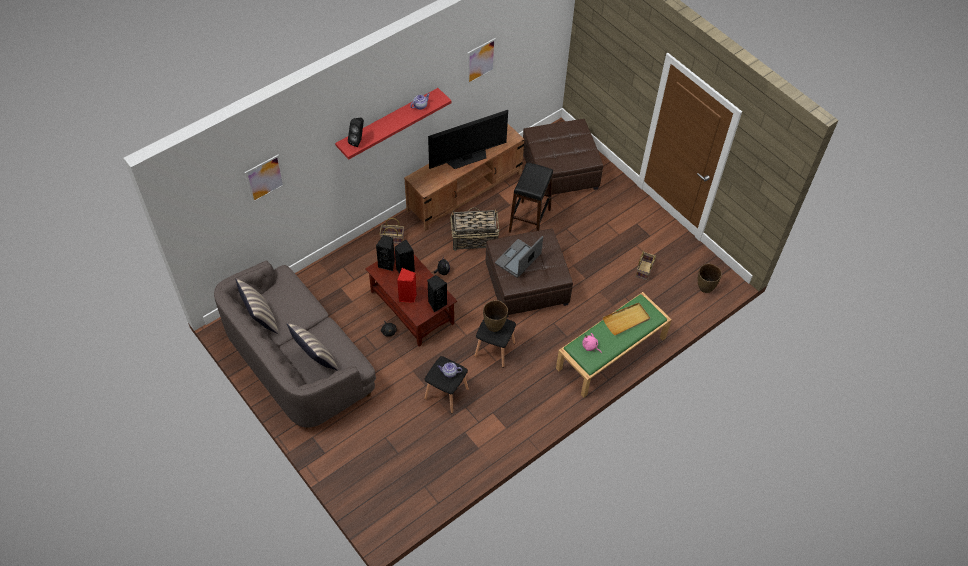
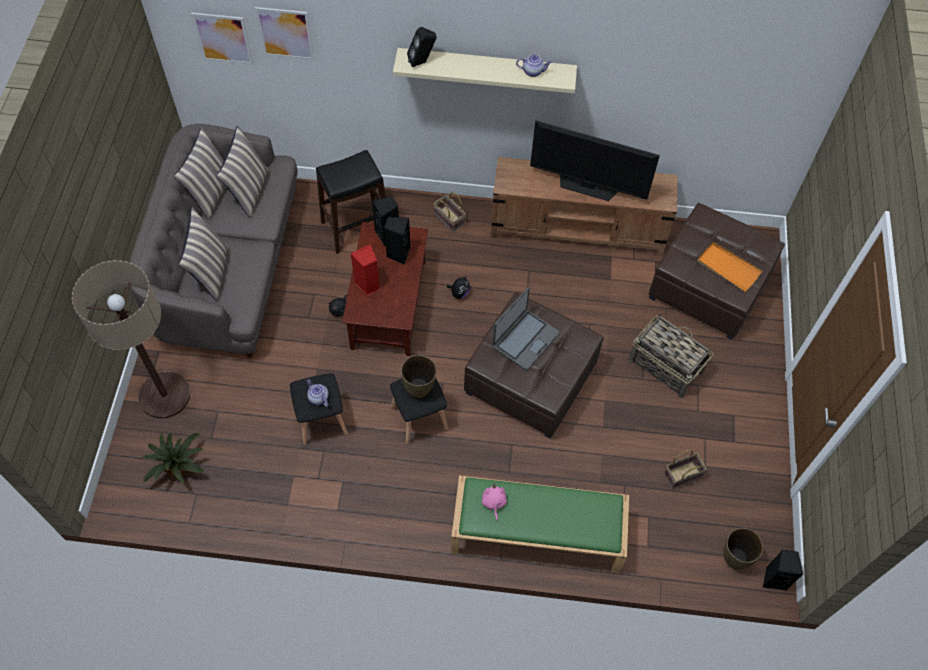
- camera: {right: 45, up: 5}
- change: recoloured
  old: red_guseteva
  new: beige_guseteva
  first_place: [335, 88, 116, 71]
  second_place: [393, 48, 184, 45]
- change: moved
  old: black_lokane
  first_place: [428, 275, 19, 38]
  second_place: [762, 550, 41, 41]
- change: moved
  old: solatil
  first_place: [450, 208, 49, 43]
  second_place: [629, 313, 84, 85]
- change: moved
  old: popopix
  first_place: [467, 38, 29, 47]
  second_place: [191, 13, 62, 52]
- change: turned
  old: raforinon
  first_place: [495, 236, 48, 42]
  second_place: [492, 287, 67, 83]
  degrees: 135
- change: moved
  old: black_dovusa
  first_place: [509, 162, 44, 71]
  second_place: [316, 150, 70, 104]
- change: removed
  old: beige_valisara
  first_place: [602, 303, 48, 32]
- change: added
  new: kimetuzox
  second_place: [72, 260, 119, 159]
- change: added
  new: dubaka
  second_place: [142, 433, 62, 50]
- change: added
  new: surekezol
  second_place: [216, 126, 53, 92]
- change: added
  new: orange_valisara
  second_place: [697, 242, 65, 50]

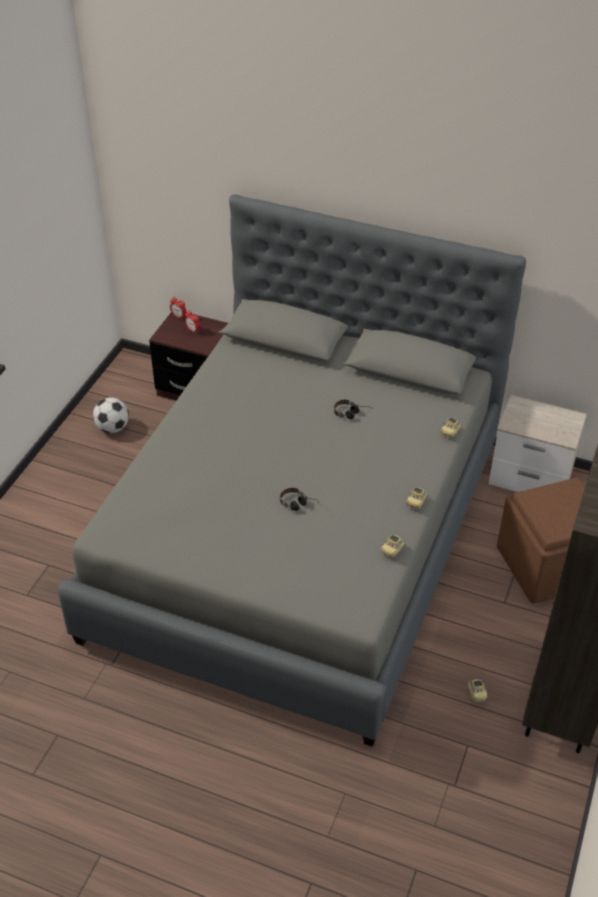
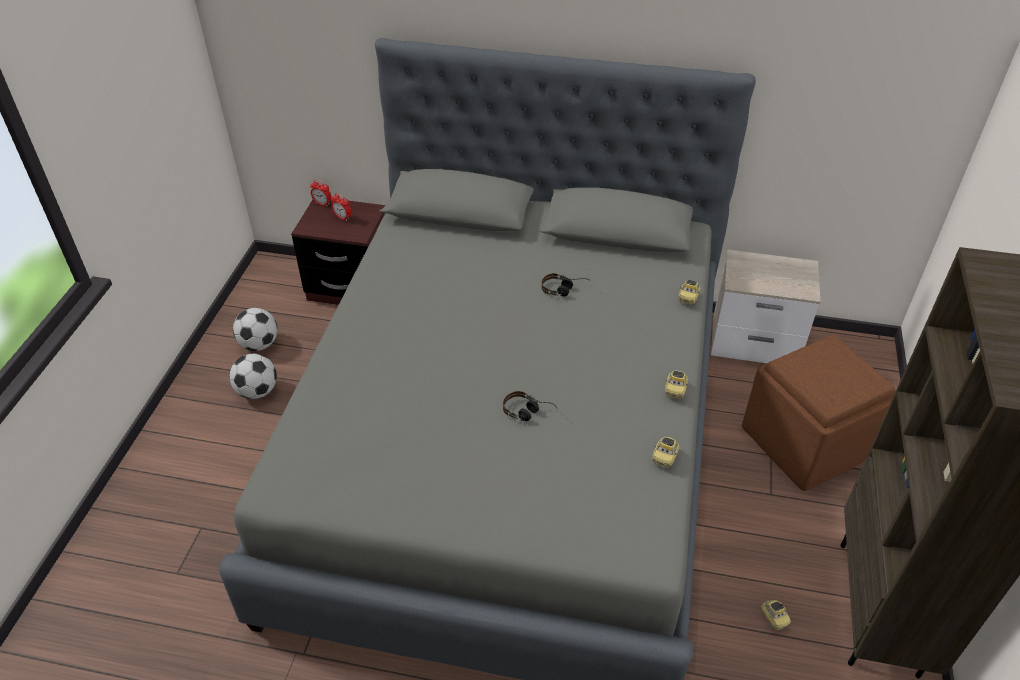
- camera: {right: -10, up: 0}
- change: added
  new: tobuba
  second_place: [229, 354, 48, 45]

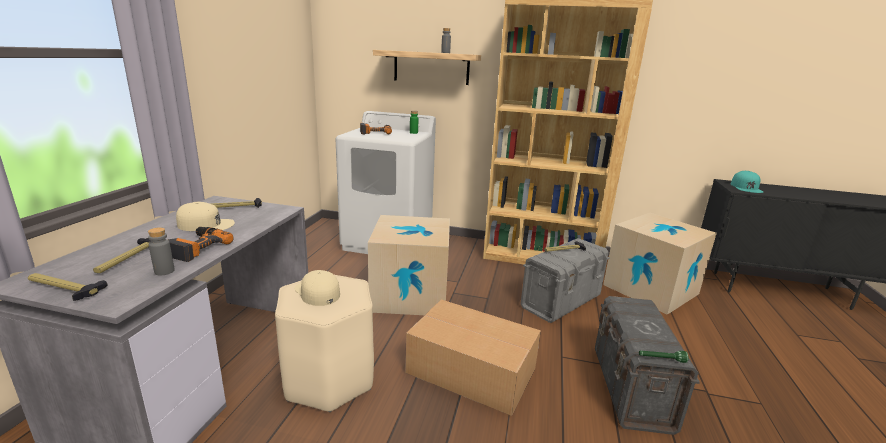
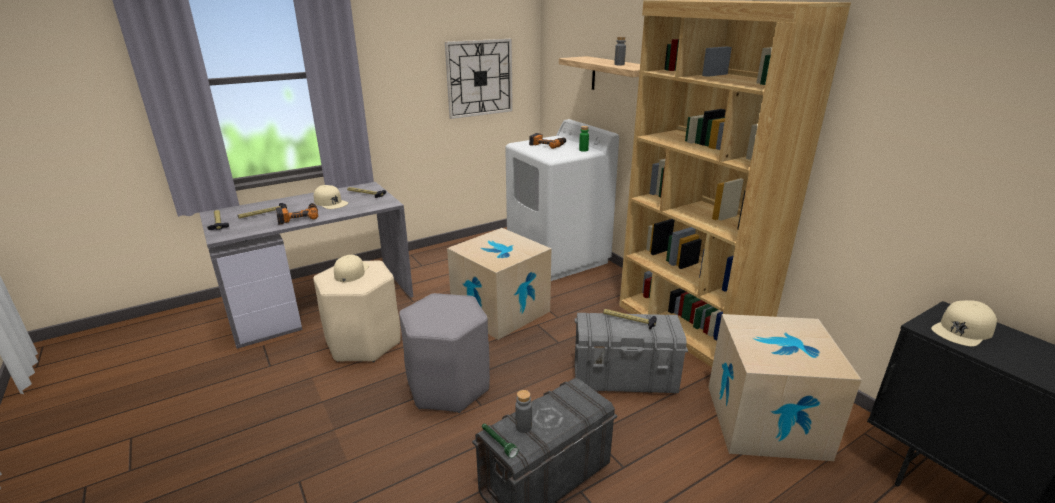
- camera: {right: 45, up: 5}
- change: moved
  old: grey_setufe
  first_place: [148, 227, 27, 49]
  second_place: [515, 390, 17, 43]
- change: replaced
  old: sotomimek
  new: grey_dovusa
  first_place: [405, 299, 136, 117]
  second_place: [399, 293, 91, 120]
- change: recoloured
  old: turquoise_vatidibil
  new: beige_vatidibil
  first_place: [731, 171, 32, 22]
  second_place: [931, 300, 66, 47]
- change: added
  new: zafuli
  second_place: [445, 39, 68, 80]

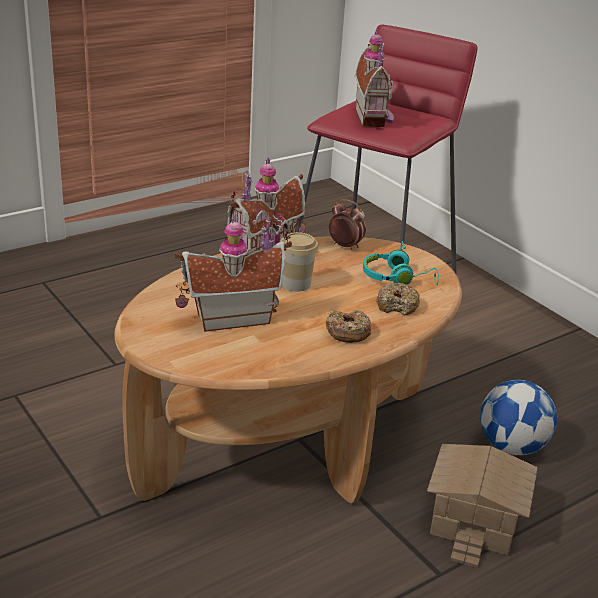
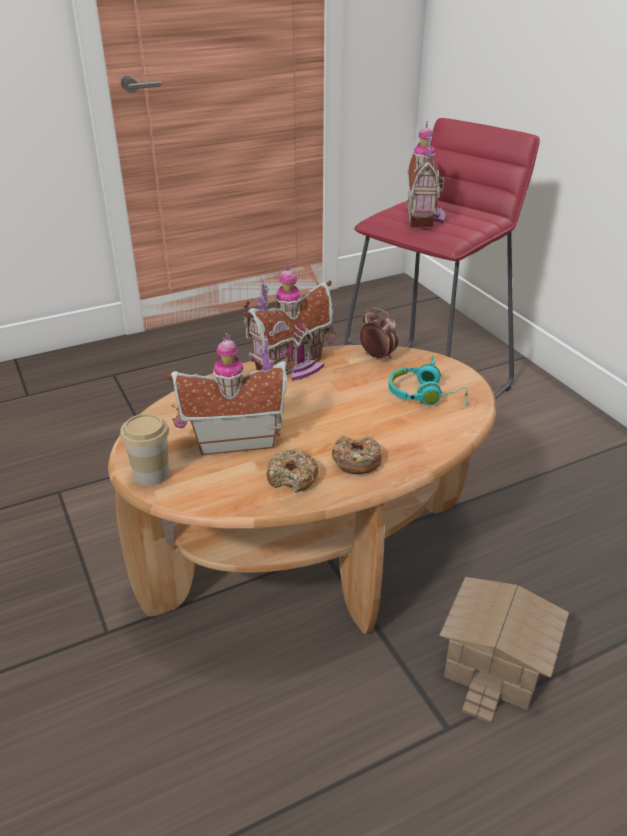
- camera: {right: 10, up: 5}
- change: moved
  old: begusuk
  first_place: [280, 232, 38, 60]
  second_place: [120, 414, 49, 72]
- change: moved
  old: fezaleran
  first_place: [376, 283, 44, 32]
  second_place: [266, 449, 52, 43]
- change: removed
  old: tobuba
  first_place: [480, 380, 77, 75]

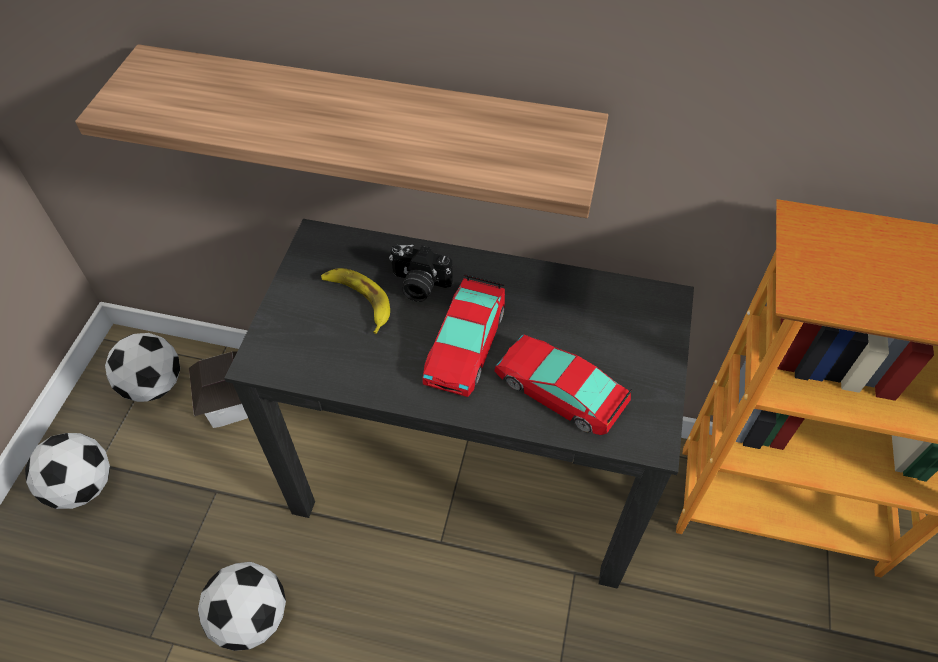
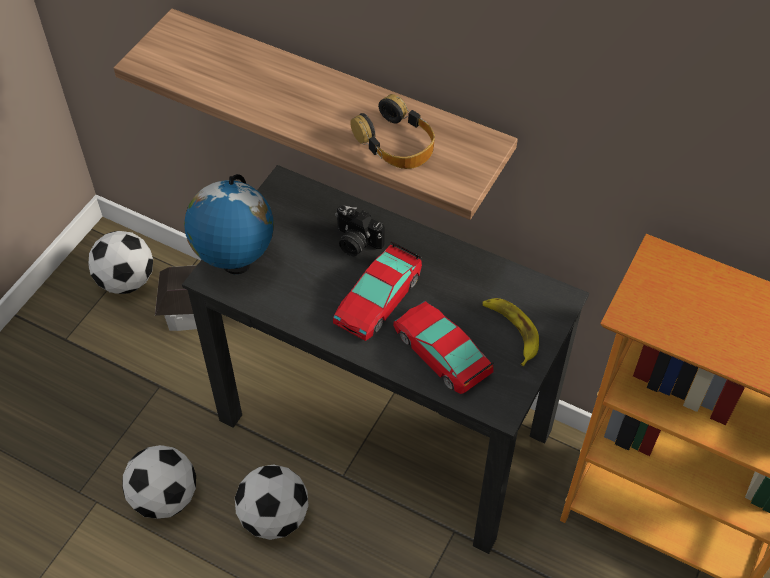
- camera: {right: 15, up: 0}
- change: moved
  old: tobuba
  first_place: [25, 433, 85, 76]
  second_place: [235, 464, 74, 76]
- change: moved
  old: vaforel
  first_place: [321, 268, 69, 66]
  second_place: [482, 298, 57, 68]
- change: added
  new: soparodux
  second_place: [184, 174, 90, 100]
- change: added
  new: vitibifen
  second_place: [350, 94, 85, 75]

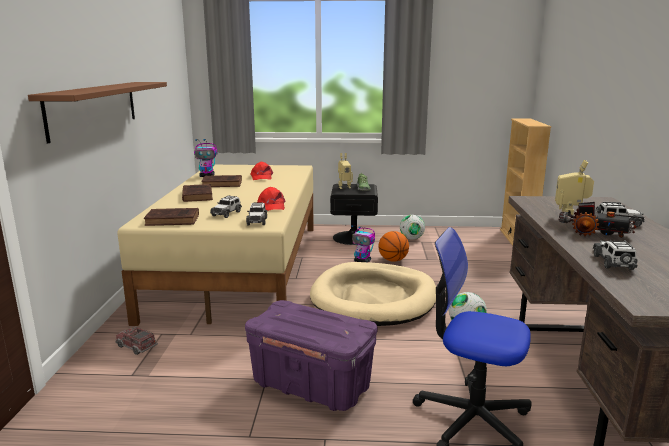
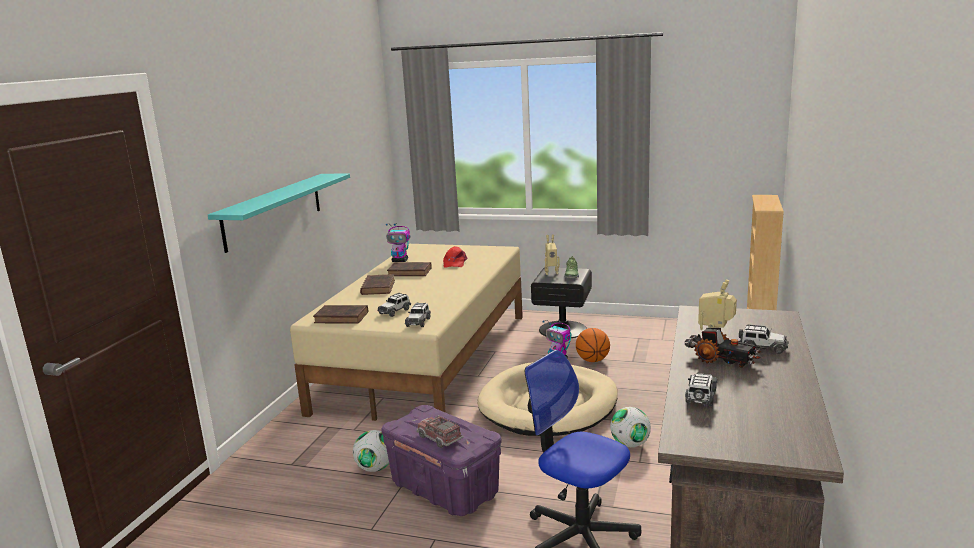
- camera: {right: 15, up: 0}
- change: recoloured
  old: brown_guseteva
  new: turquoise_guseteva
  first_place: [28, 82, 139, 61]
  second_place: [208, 174, 142, 79]
- change: moved
  old: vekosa
  first_place: [115, 327, 43, 28]
  second_place: [417, 415, 46, 33]
- change: removed
  old: red_vatidibil
  first_place: [257, 187, 29, 24]
- change: moved
  old: tobuba
  first_place: [400, 215, 25, 25]
  second_place: [353, 430, 36, 42]

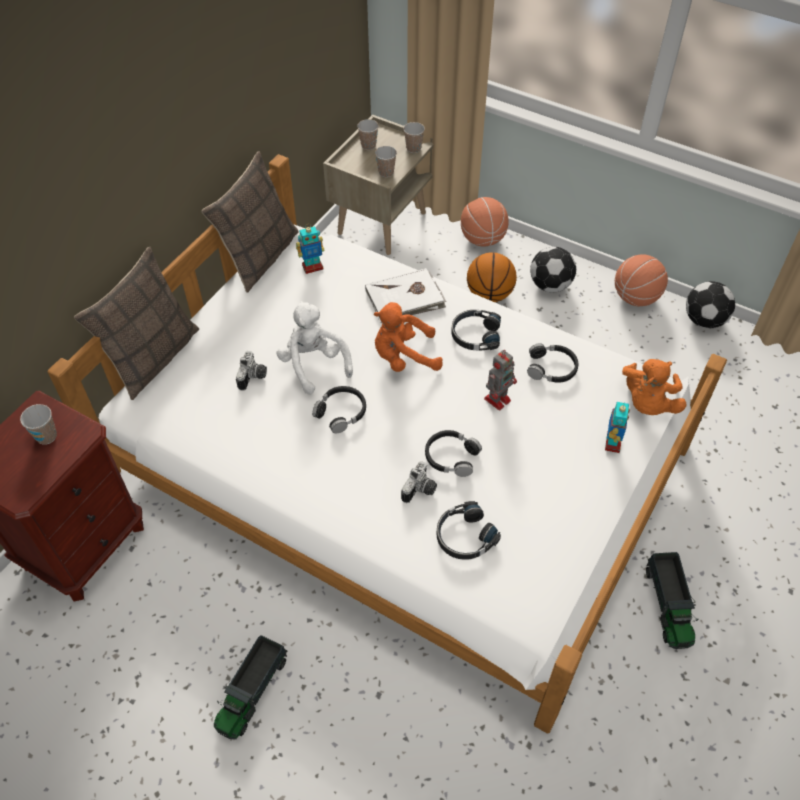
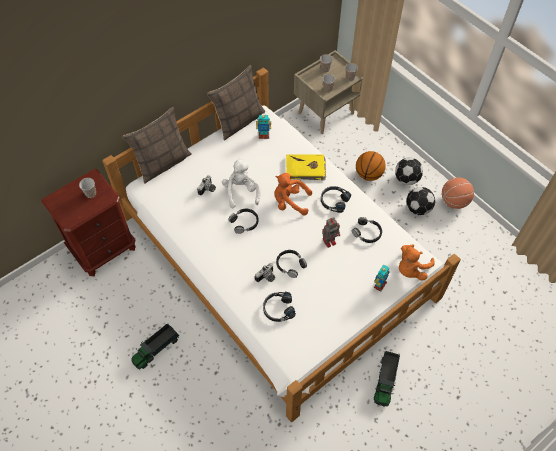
- camera: {right: 20, up: 5}
- change: recoloured
  old: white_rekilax
  new: yellow_rekilax
  first_place: [365, 268, 81, 55]
  second_place: [286, 154, 40, 26]
- change: removed
  old: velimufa
  first_place: [461, 197, 48, 49]
- change: moved
  old: tobuba
  first_place: [686, 281, 49, 47]
  second_place: [406, 187, 29, 28]

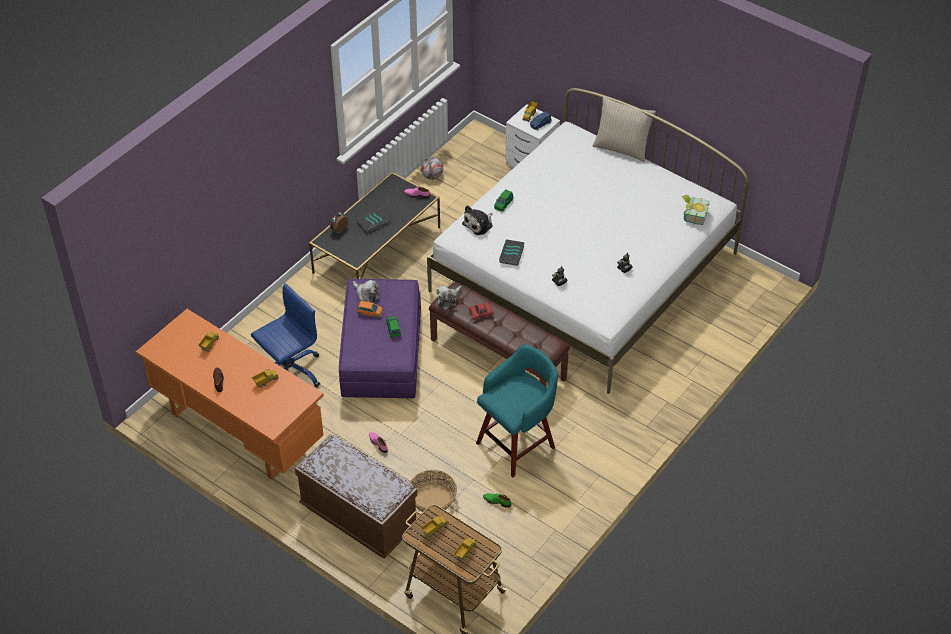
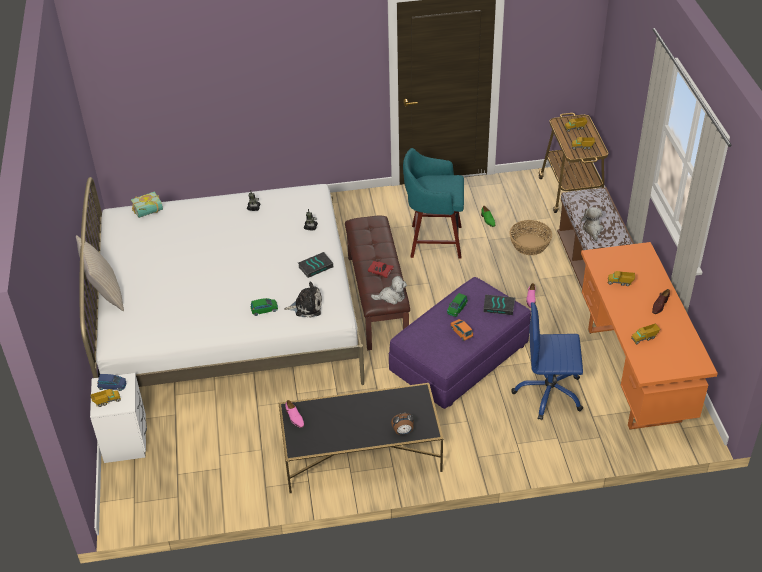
- camera: {right: -135, up: -5}
- change: moved
  old: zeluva
  first_place: [353, 280, 26, 23]
  second_place: [581, 207, 22, 34]
- change: moved
  old: rekilax
  first_place: [357, 209, 32, 24]
  second_place: [483, 295, 32, 20]
- change: removed
  old: tobuba
  first_place: [421, 157, 22, 23]

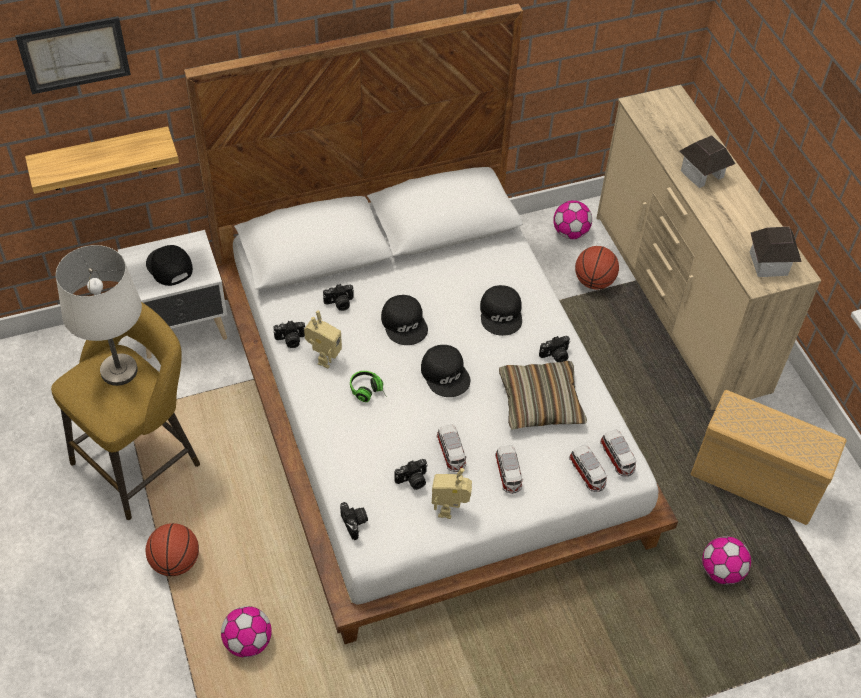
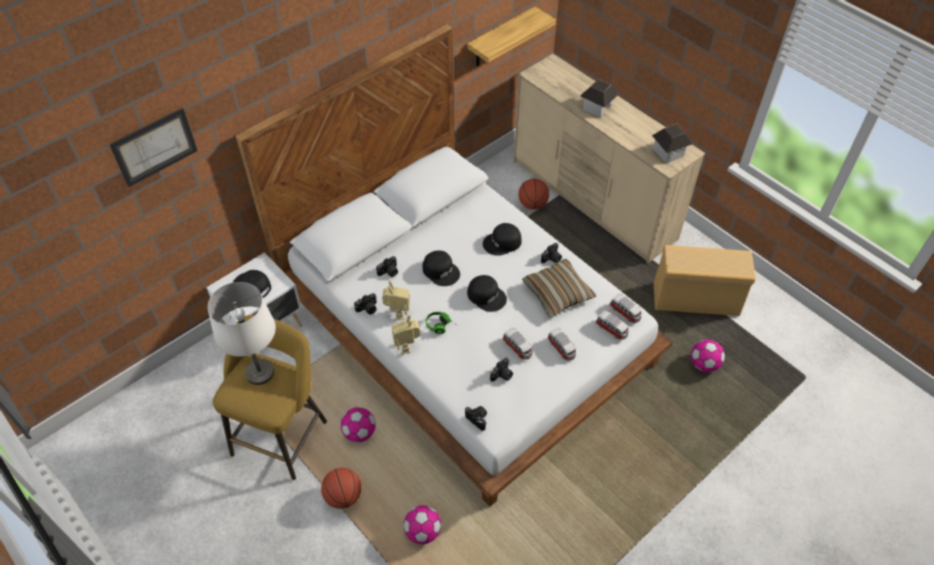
- camera: {right: -20, up: 0}
- change: moved
  old: guseteva
  first_place: [25, 126, 154, 68]
  second_place: [467, 7, 89, 59]
- change: moved
  old: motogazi
  first_place: [432, 468, 40, 51]
  second_place: [392, 314, 28, 40]
- change: turned
  old: black_vatidibil
  first_place: [480, 285, 42, 51]
  second_place: [483, 223, 39, 33]
  degrees: 90
- change: moved
  old: tobuba
  first_place: [553, 201, 39, 38]
  second_place: [341, 407, 35, 35]

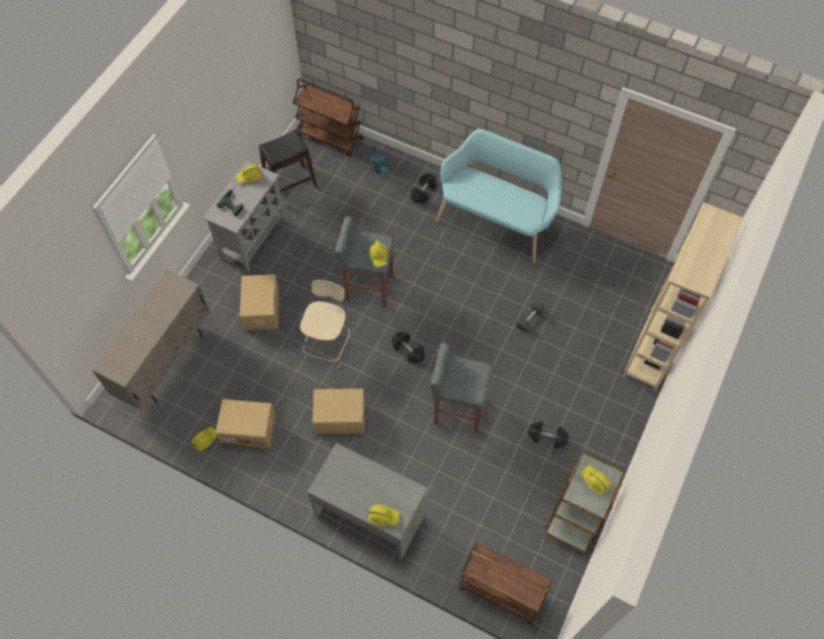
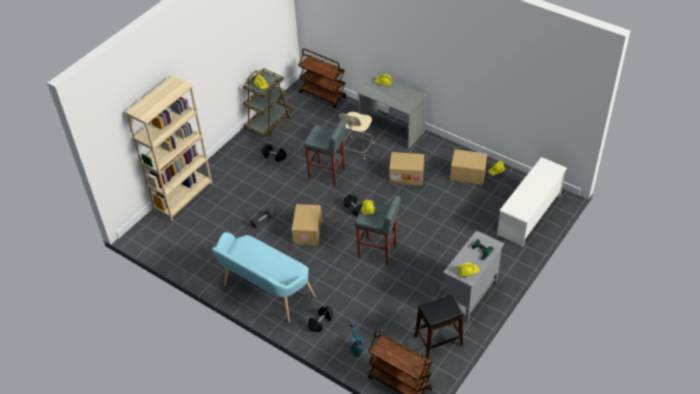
- camera: {right: -170, up: -15}
- change: replaced
  old: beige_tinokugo
  new: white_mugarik
  first_place: [91, 270, 119, 140]
  second_place: [497, 157, 70, 90]
- change: moved
  old: sotomimek
  first_place: [240, 275, 39, 55]
  second_place: [292, 204, 30, 41]
- change: moved
  old: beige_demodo
  first_place: [300, 280, 50, 87]
  second_place: [339, 112, 35, 48]

